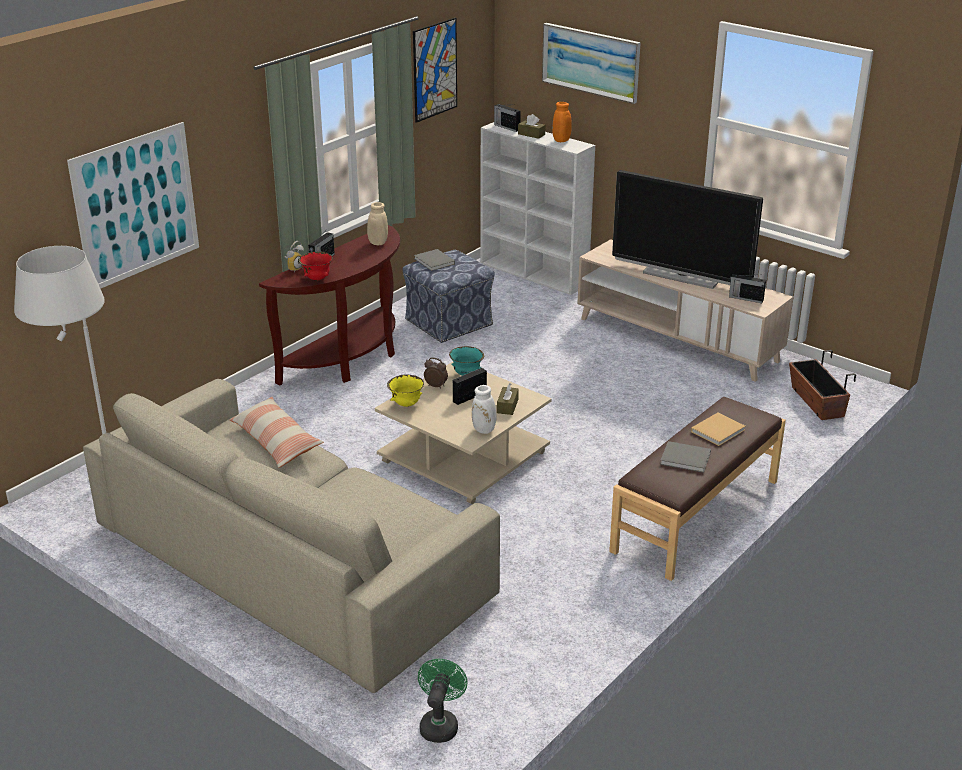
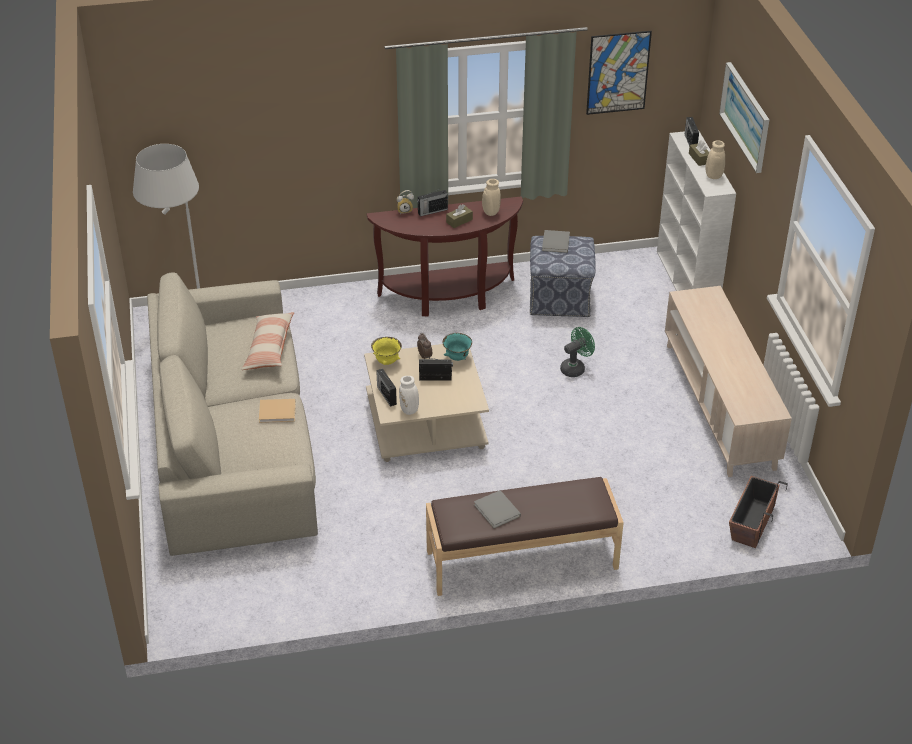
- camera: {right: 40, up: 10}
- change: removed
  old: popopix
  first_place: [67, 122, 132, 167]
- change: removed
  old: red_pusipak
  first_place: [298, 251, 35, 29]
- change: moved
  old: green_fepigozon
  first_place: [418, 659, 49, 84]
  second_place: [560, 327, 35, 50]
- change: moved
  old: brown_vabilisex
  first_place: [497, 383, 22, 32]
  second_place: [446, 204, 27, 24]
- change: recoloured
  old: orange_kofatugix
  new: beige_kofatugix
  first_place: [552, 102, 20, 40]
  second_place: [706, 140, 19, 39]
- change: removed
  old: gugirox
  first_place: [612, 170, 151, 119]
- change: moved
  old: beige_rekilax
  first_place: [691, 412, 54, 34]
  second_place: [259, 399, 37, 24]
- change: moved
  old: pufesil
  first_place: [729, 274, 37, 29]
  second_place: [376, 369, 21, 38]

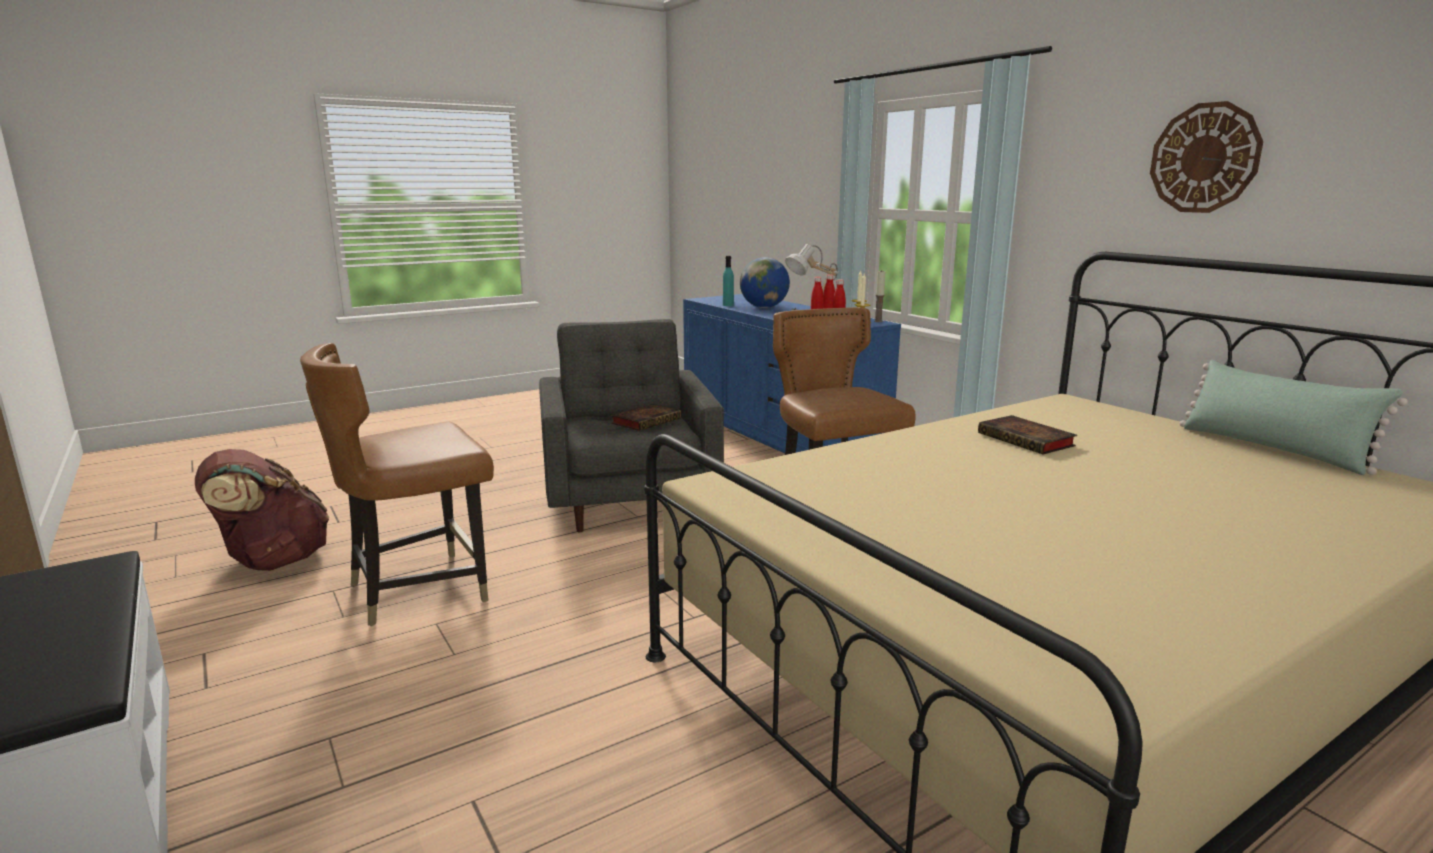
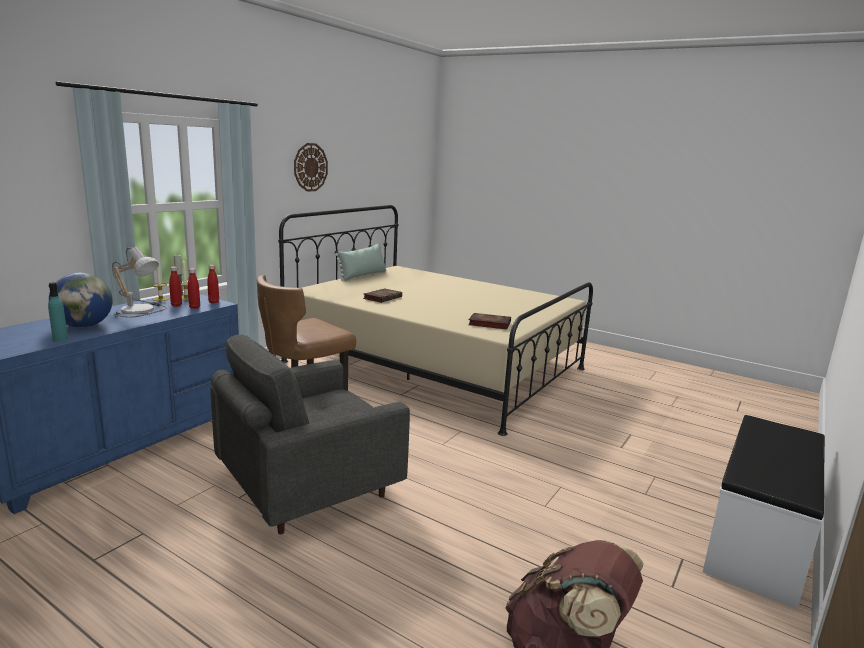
- camera: {right: -115, up: 0}
- change: removed
  old: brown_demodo
  first_place: [300, 343, 194, 283]
- change: moved
  old: rekilax
  first_place: [611, 404, 70, 27]
  second_place: [468, 313, 43, 17]

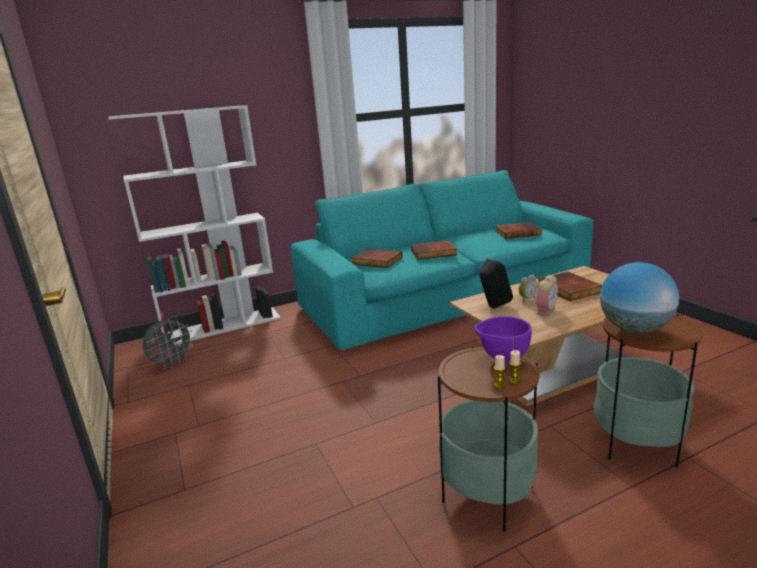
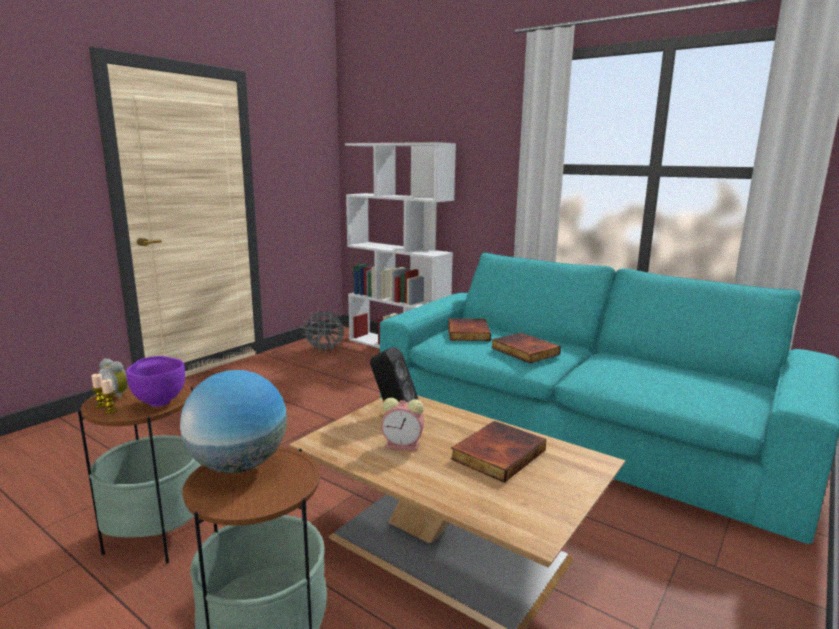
- camera: {right: 60, up: -5}
- change: removed
  old: rekilax
  first_place: [495, 222, 47, 17]
- change: moved
  old: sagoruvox
  first_place: [519, 274, 19, 28]
  second_place: [98, 359, 30, 41]

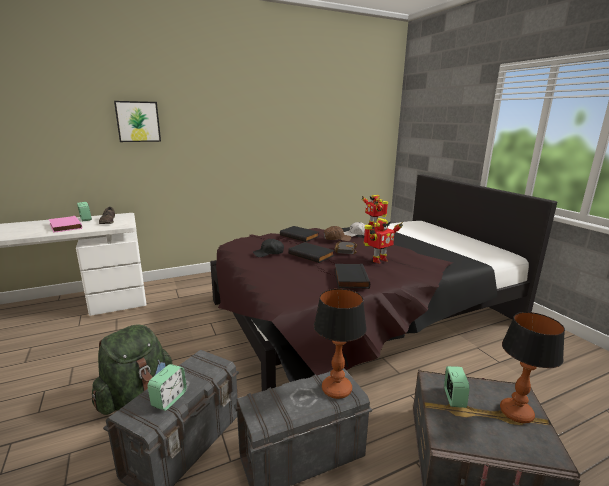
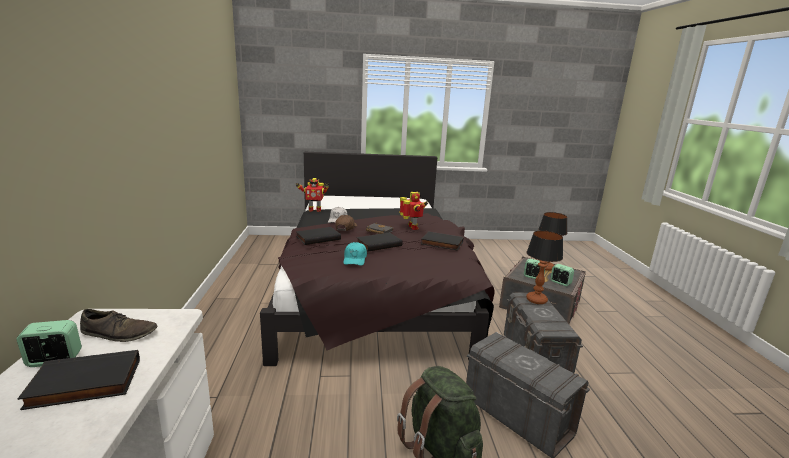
- camera: {right: -70, up: 0}
- change: recoloured
  old: pink_rekilax
  new: black_rekilax
  first_place: [49, 216, 33, 17]
  second_place: [18, 350, 122, 60]
- change: removed
  old: popopix
  first_place: [114, 101, 47, 41]
- change: moved
  old: sagoruvox
  first_place: [148, 364, 39, 47]
  second_place: [550, 264, 24, 22]
- change: recoloured
  old: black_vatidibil
  new: turquoise_vatidibil
  first_place: [253, 239, 31, 18]
  second_place: [343, 242, 24, 23]

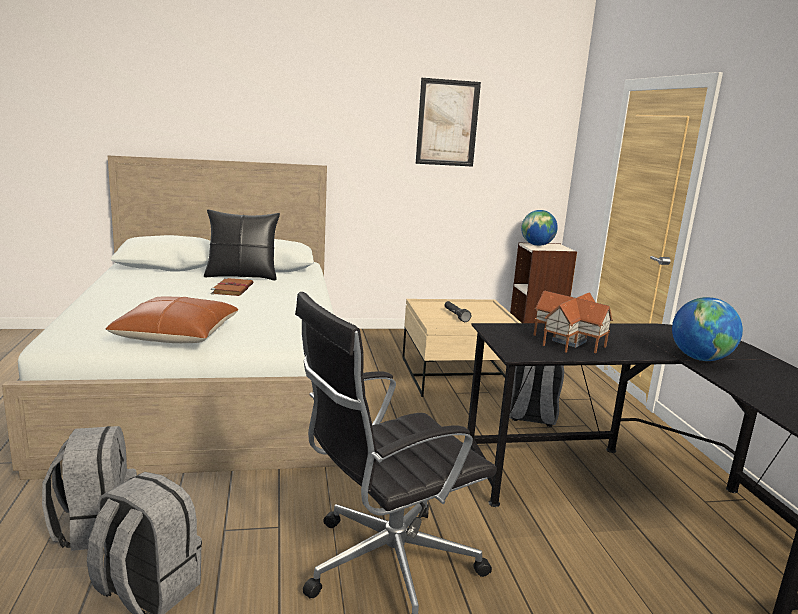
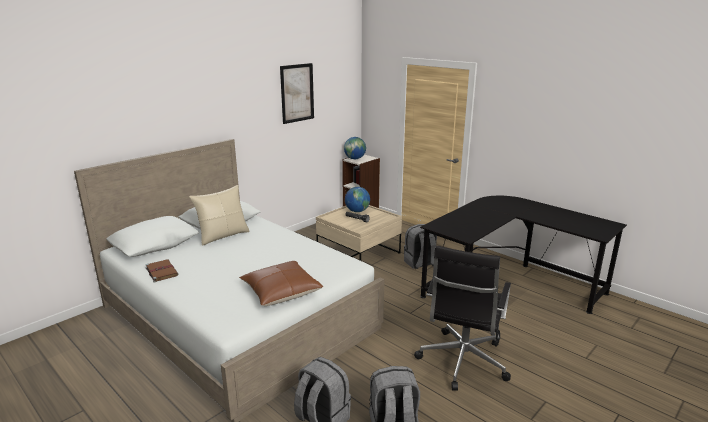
- camera: {right: -35, up: 5}
- change: recoloured
  old: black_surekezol
  new: beige_surekezol
  first_place: [204, 209, 76, 71]
  second_place: [189, 185, 60, 61]
- change: moved
  old: brown_rekilax
  first_place: [211, 278, 42, 18]
  second_place: [145, 259, 33, 24]
- change: removed
  old: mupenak
  first_place: [534, 291, 79, 62]
- change: moved
  old: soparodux
  first_place: [672, 297, 71, 64]
  second_place: [345, 187, 25, 25]

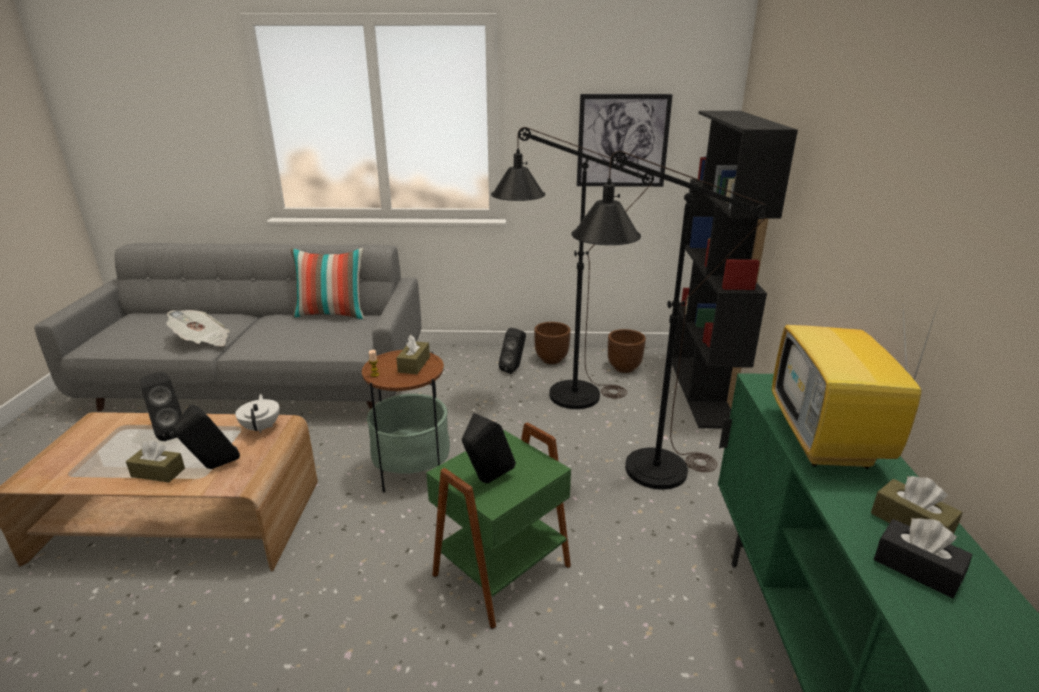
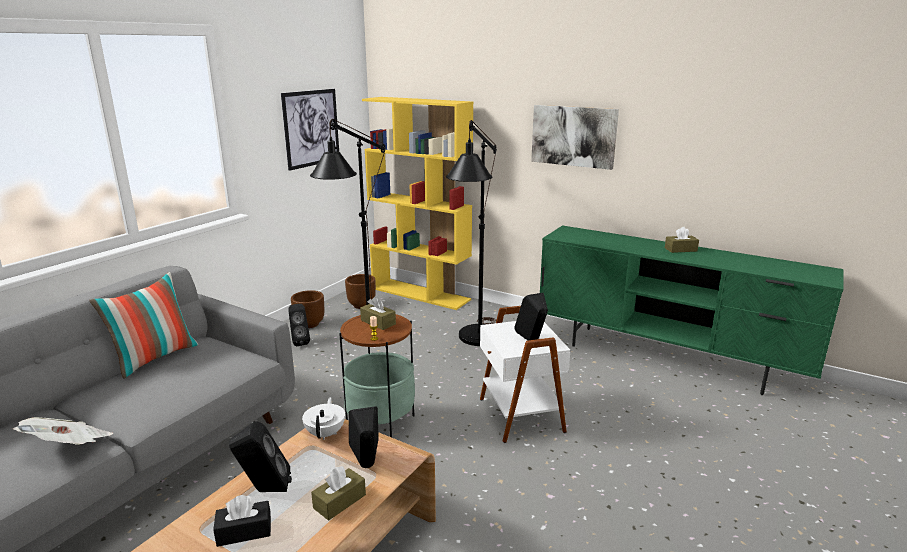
- camera: {right: -60, up: -5}
- change: turned
  old: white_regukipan
  first_place: [235, 394, 45, 39]
  second_place: [302, 397, 43, 43]
  degrees: 75
- change: recoloured
  old: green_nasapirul
  new: white_nasapirul
  first_place: [426, 423, 145, 206]
  second_place: [480, 306, 90, 137]
- change: recoloured
  old: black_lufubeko
  new: yellow_lufubeko
  first_place: [672, 111, 126, 317]
  second_place: [362, 97, 111, 213]
- change: removed
  old: gugirox
  first_place: [772, 293, 170, 176]
- change: moved
  old: black_vabilisex
  first_place: [874, 518, 98, 81]
  second_place: [213, 495, 58, 52]
- change: added
  new: popopix
  second_place: [531, 105, 88, 65]

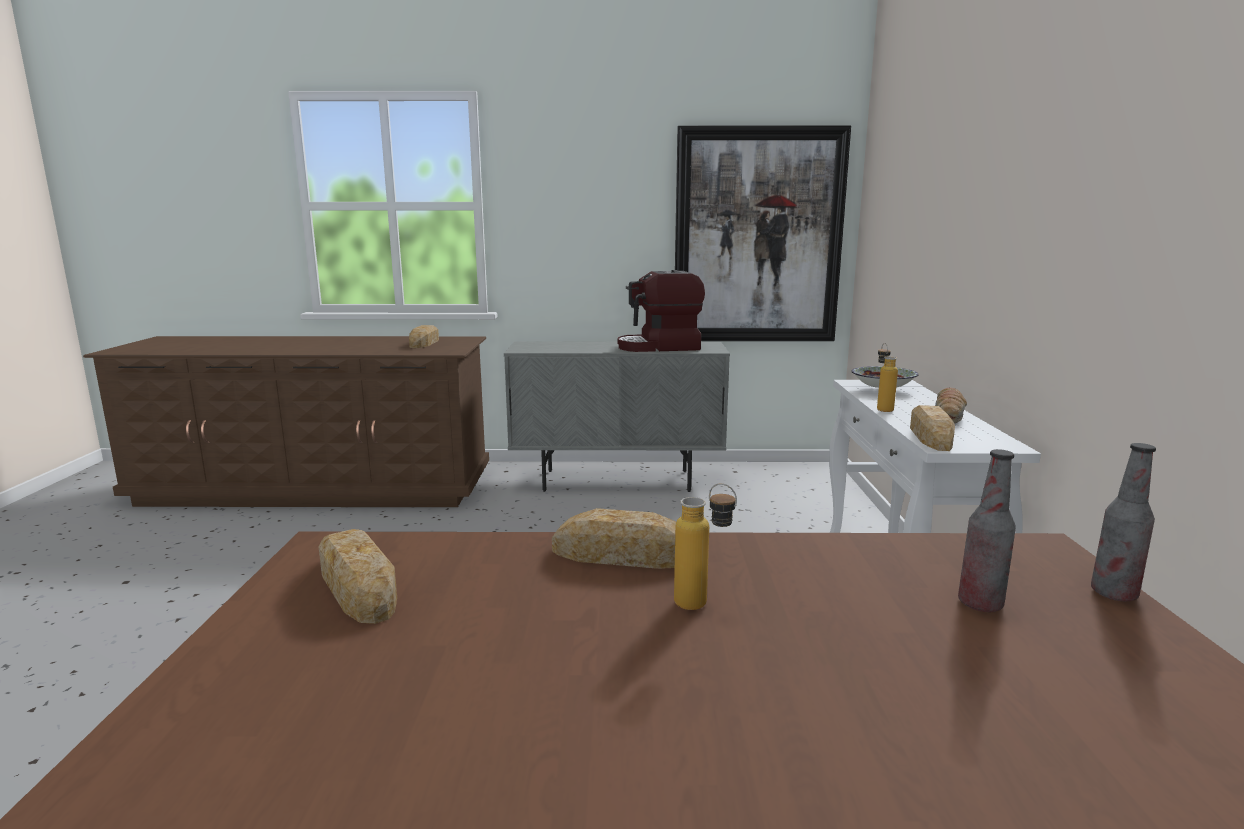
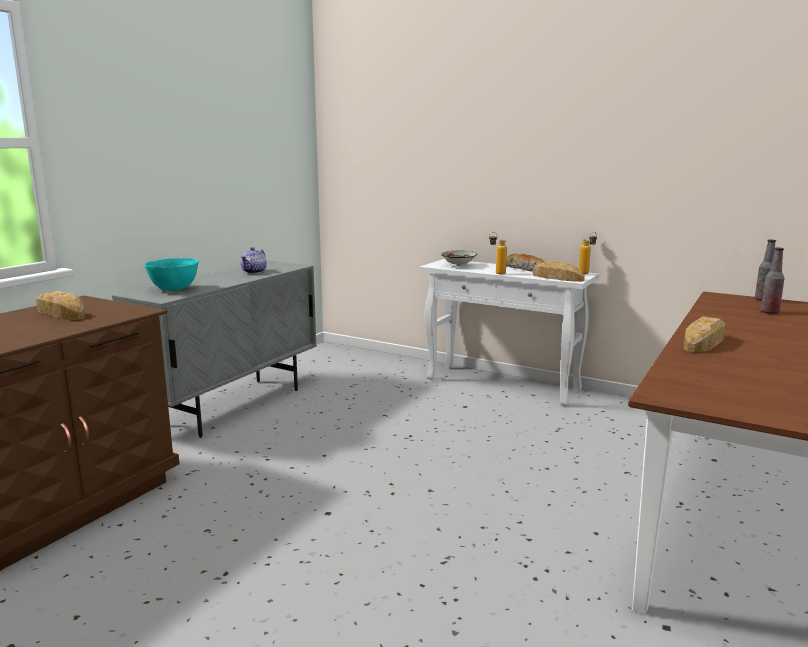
- camera: {right: -60, up: 0}
- change: removed
  old: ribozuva
  first_place: [319, 529, 78, 95]
- change: replaced
  old: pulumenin
  new: regukipan
  first_place: [617, 270, 88, 82]
  second_place: [241, 247, 26, 26]
- change: moved
  old: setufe
  first_place: [674, 483, 63, 127]
  second_place: [579, 232, 18, 42]
- change: removed
  old: popopix
  first_place: [675, 126, 176, 215]
- change: added
  new: turquoise_pusipak
  second_place: [145, 258, 54, 33]

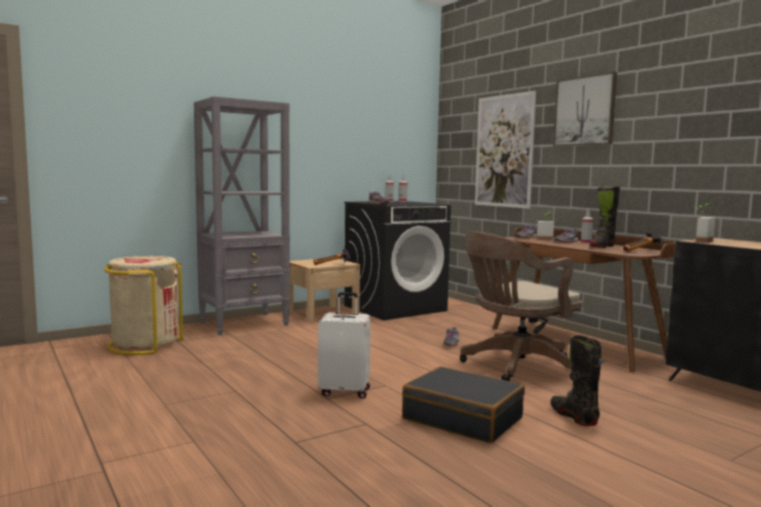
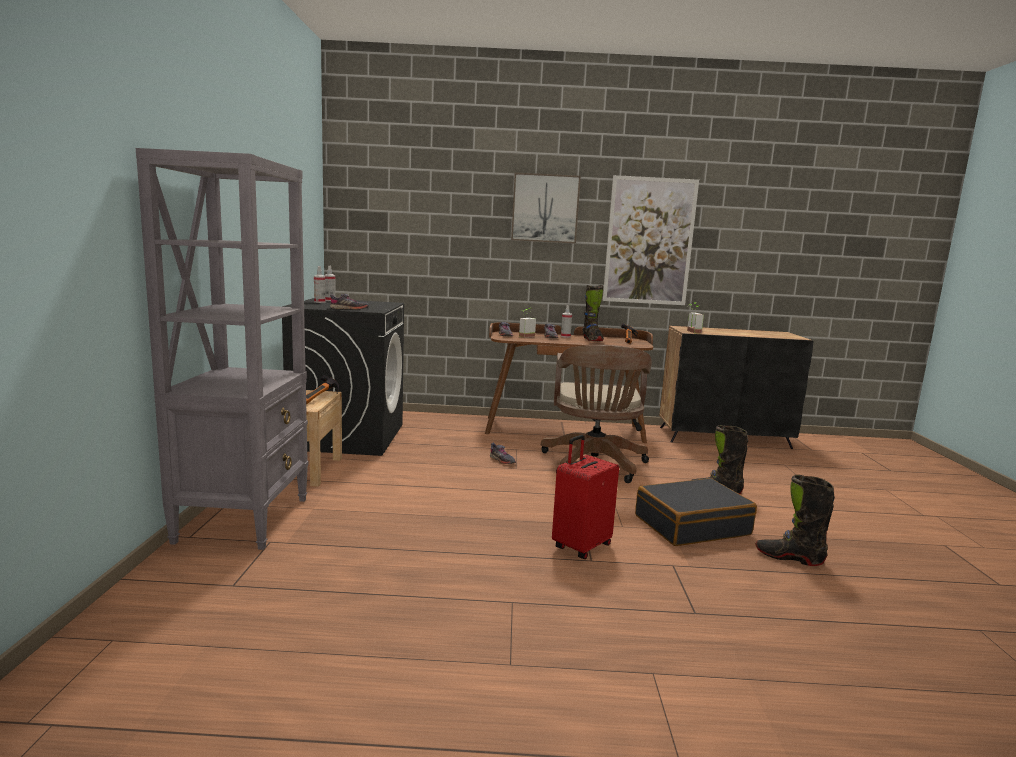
- camera: {right: -55, up: 5}
- change: removed
  old: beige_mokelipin
  first_place: [104, 256, 79, 99]
- change: recoloured
  old: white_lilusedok
  new: red_lilusedok
  first_place: [318, 292, 52, 107]
  second_place: [552, 435, 67, 124]
- change: moved
  old: popopix
  first_place: [475, 91, 61, 118]
  second_place: [603, 175, 96, 130]
- change: added
  new: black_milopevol
  second_place: [756, 475, 79, 91]

